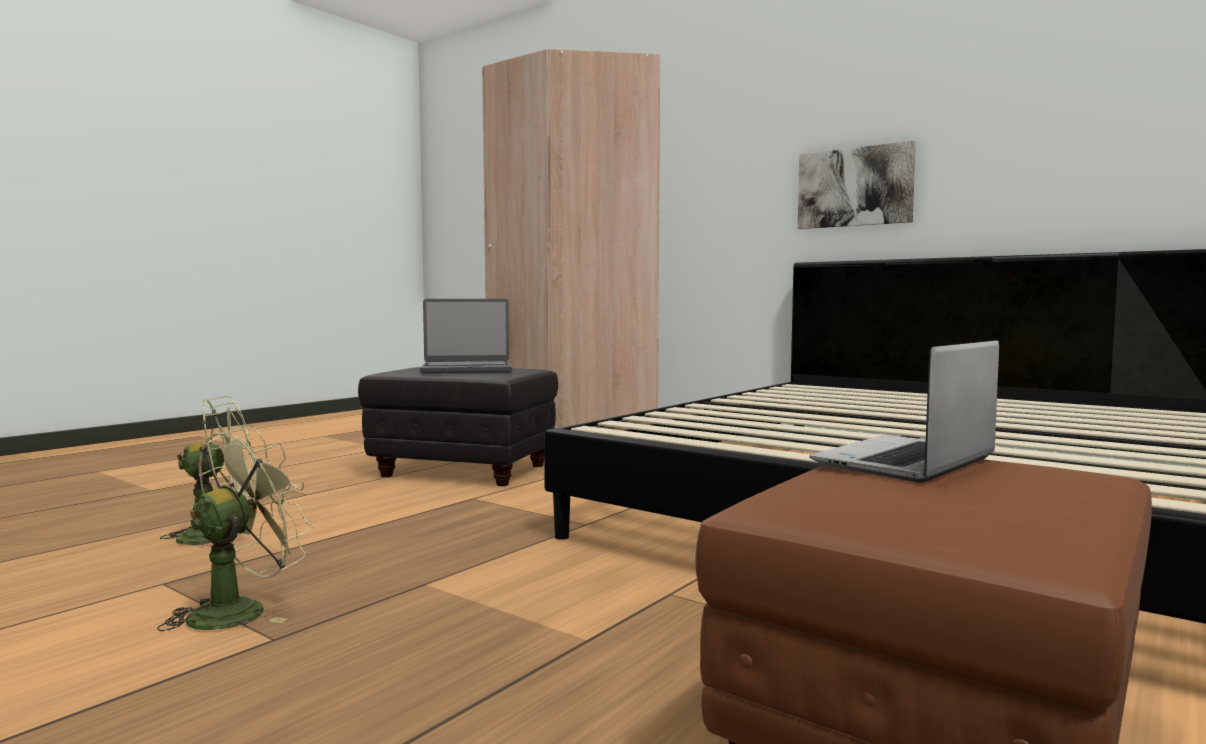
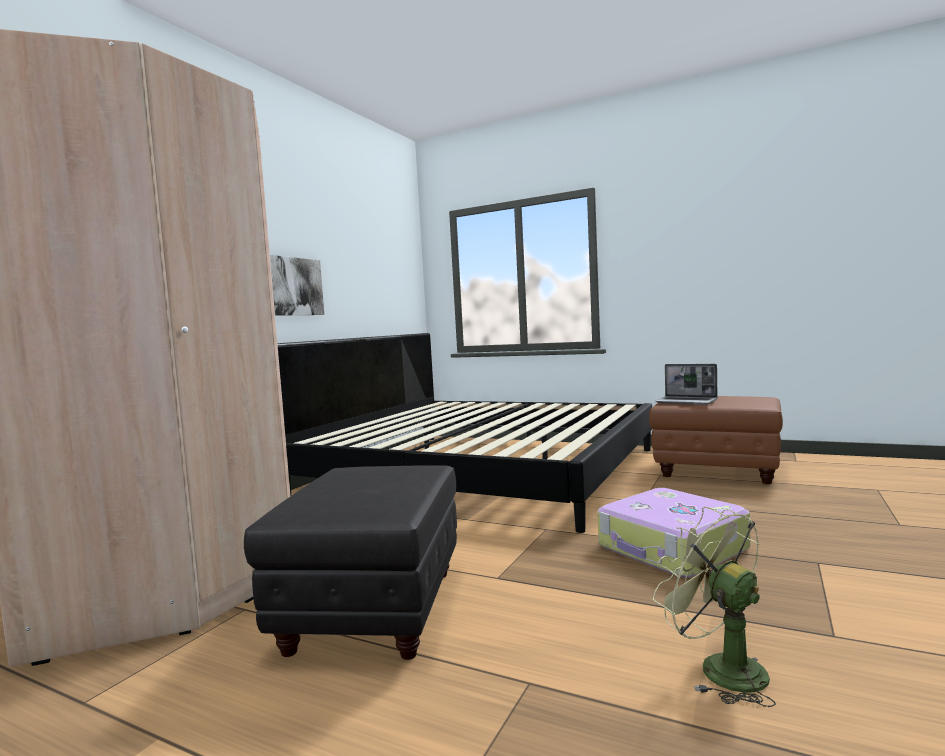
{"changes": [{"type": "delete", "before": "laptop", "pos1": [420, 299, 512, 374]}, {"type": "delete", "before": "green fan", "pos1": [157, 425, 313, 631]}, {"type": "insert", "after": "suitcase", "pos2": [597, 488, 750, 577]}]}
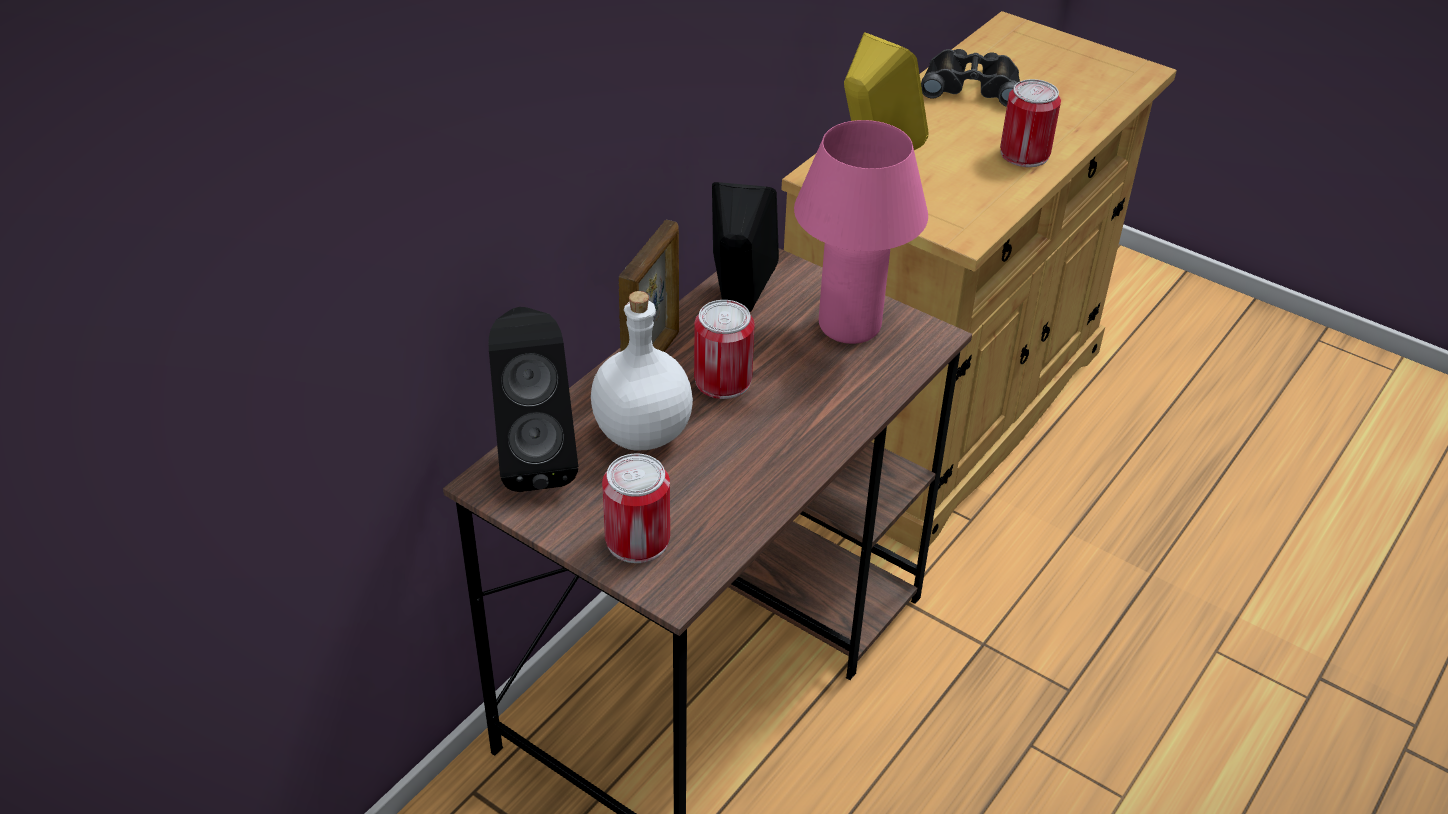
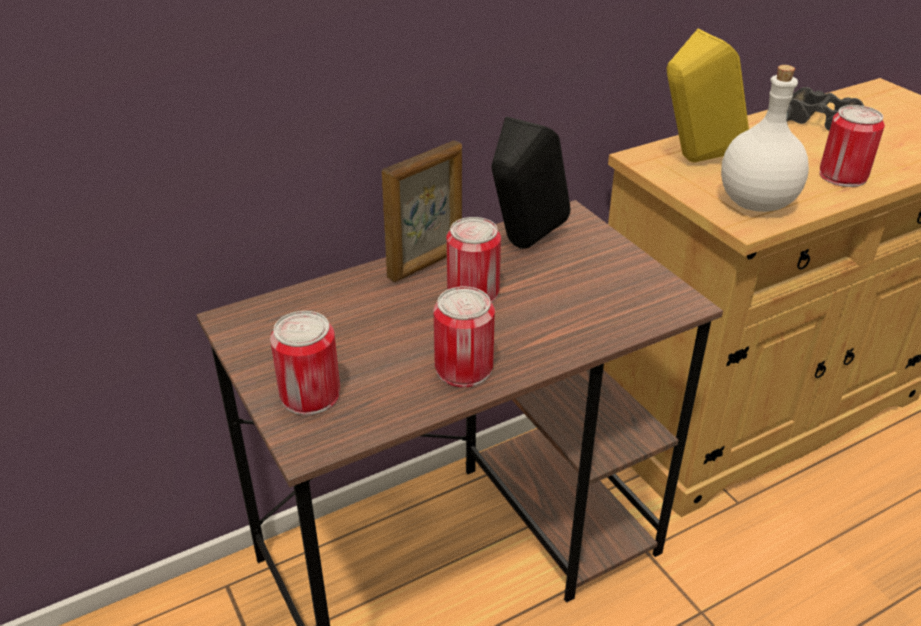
{"changes": [{"type": "delete", "before": "pink table lamp", "pos1": [794, 120, 928, 344]}, {"type": "move", "before": "white bottle", "pos1": [591, 291, 693, 451], "pos2": [721, 65, 809, 212]}, {"type": "delete", "before": "black speaker", "pos1": [489, 307, 578, 492]}, {"type": "insert", "after": "can", "pos2": [433, 286, 495, 387]}]}
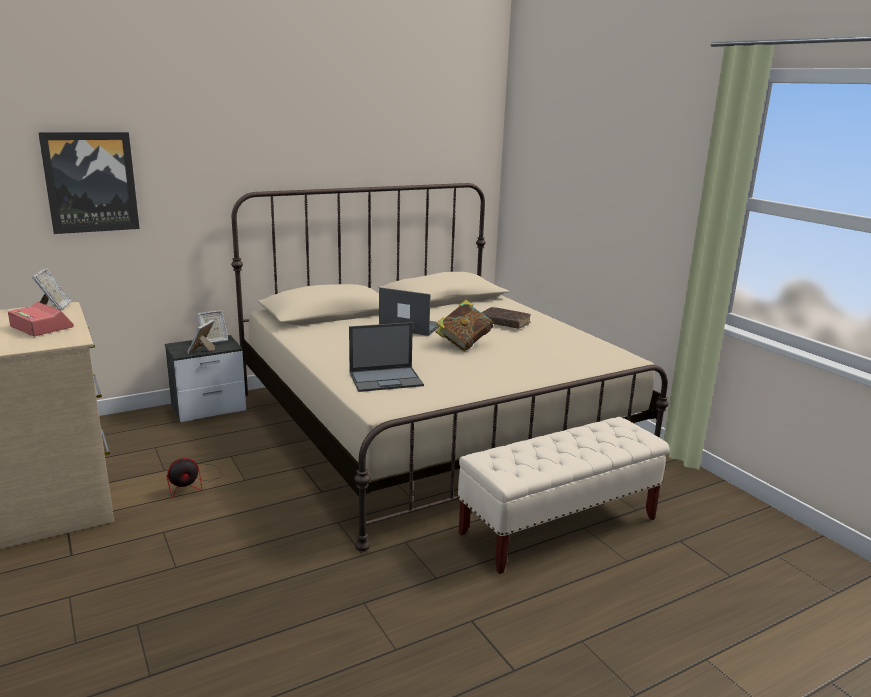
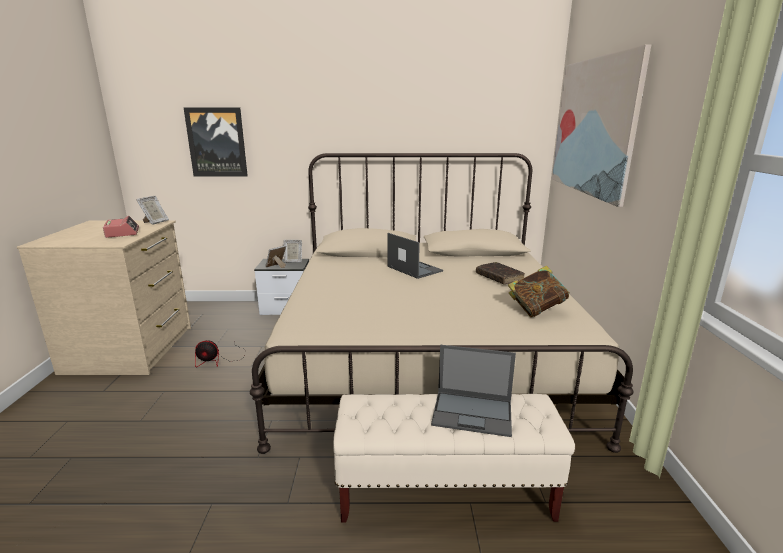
{"changes": [{"type": "move", "before": "book", "pos1": [436, 300, 493, 351], "pos2": [508, 266, 570, 317]}, {"type": "move", "before": "laptop", "pos1": [349, 322, 424, 392], "pos2": [431, 345, 516, 437]}, {"type": "insert", "after": "picture", "pos2": [552, 44, 651, 207]}]}
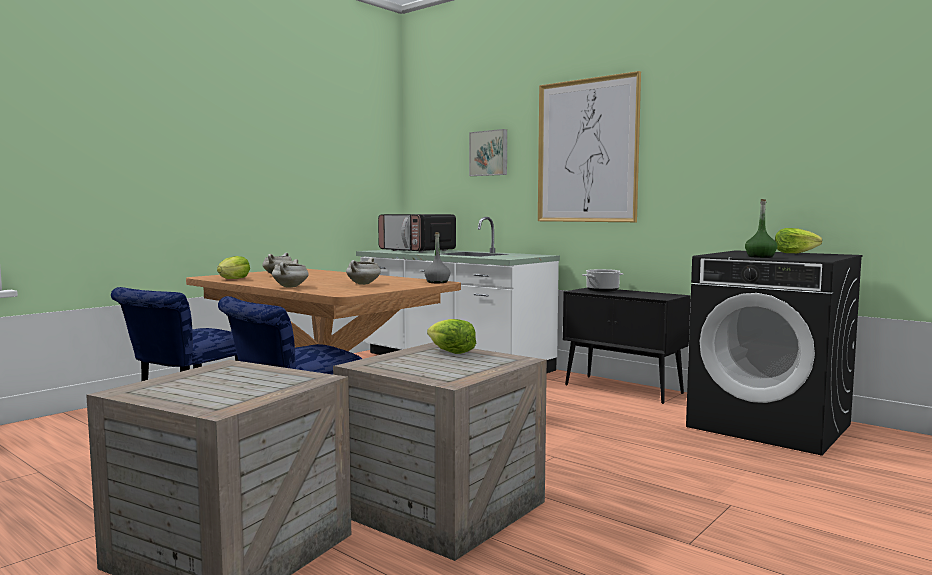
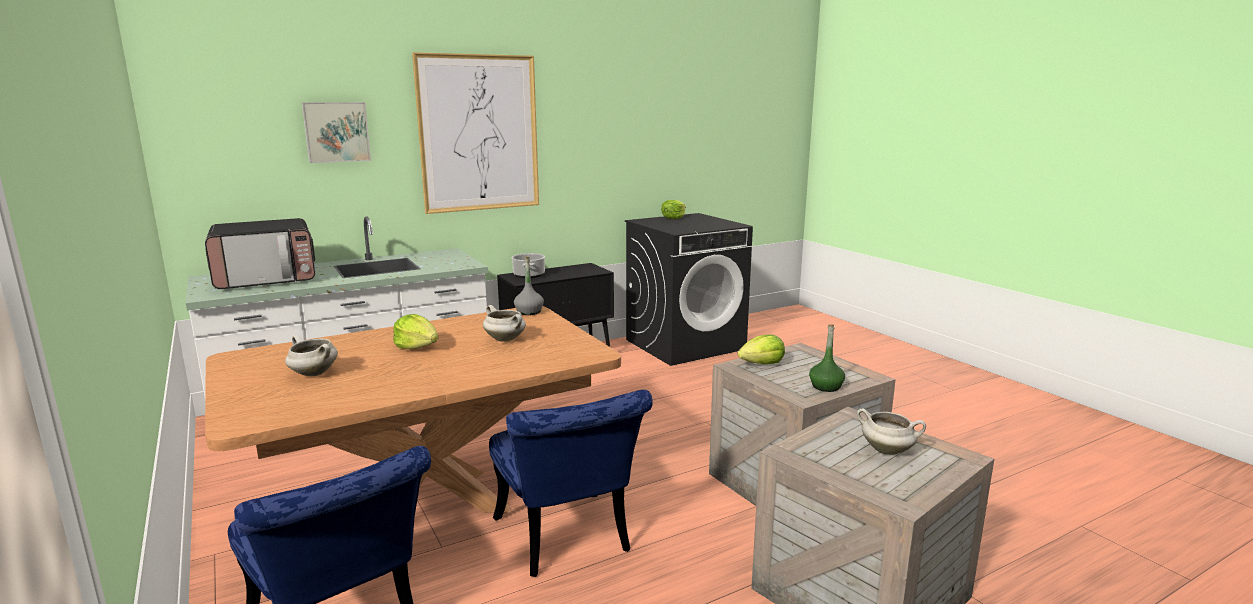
{"changes": [{"type": "move", "before": "green bottle", "pos1": [745, 199, 778, 258], "pos2": [809, 324, 845, 392]}, {"type": "move", "before": "lettuce", "pos1": [217, 256, 250, 279], "pos2": [393, 314, 438, 349]}, {"type": "move", "before": "white cooking pot", "pos1": [272, 259, 309, 288], "pos2": [857, 408, 926, 455]}]}
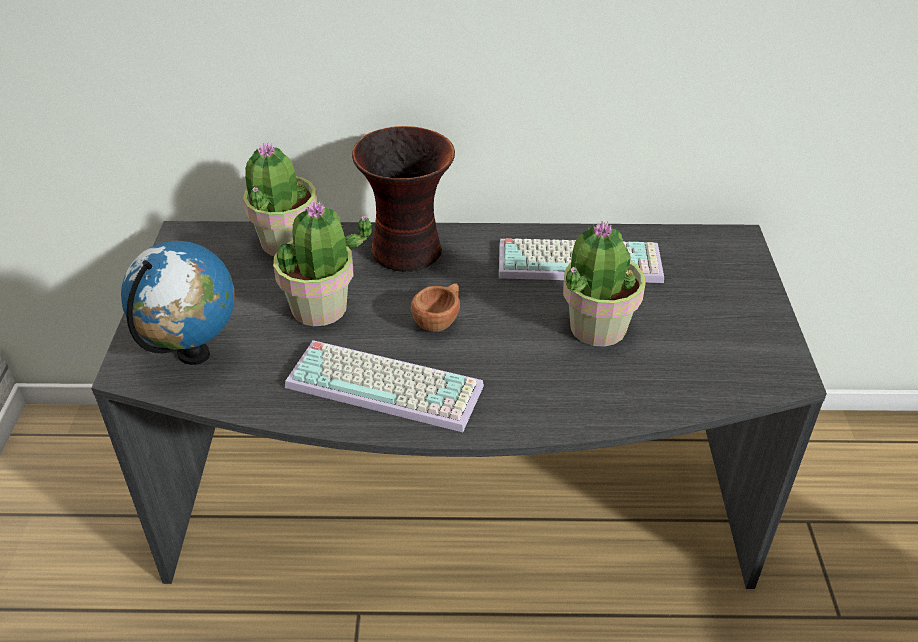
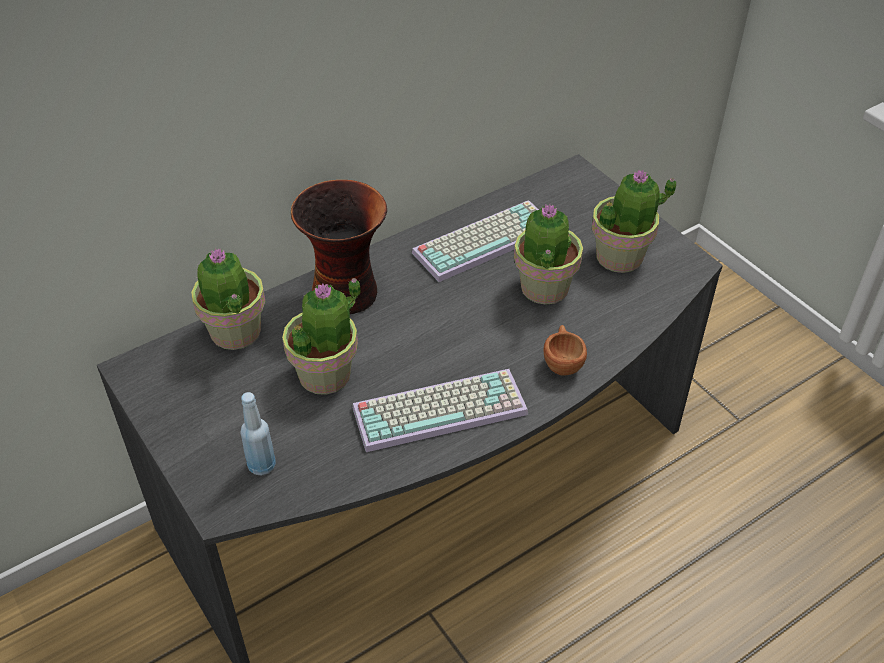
{"changes": [{"type": "replace", "before": "globe", "after": "blue bottle", "pos1": [121, 241, 235, 365], "pos2": [240, 392, 276, 475]}, {"type": "move", "before": "brown cup", "pos1": [411, 284, 460, 332], "pos2": [543, 325, 587, 376]}, {"type": "insert", "after": "potted plant", "pos2": [591, 169, 676, 273]}]}
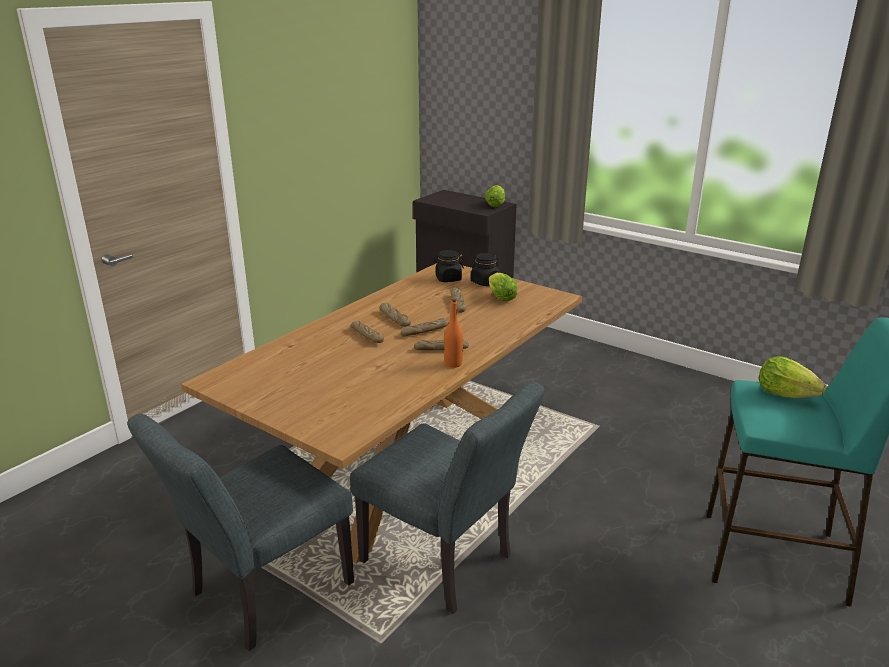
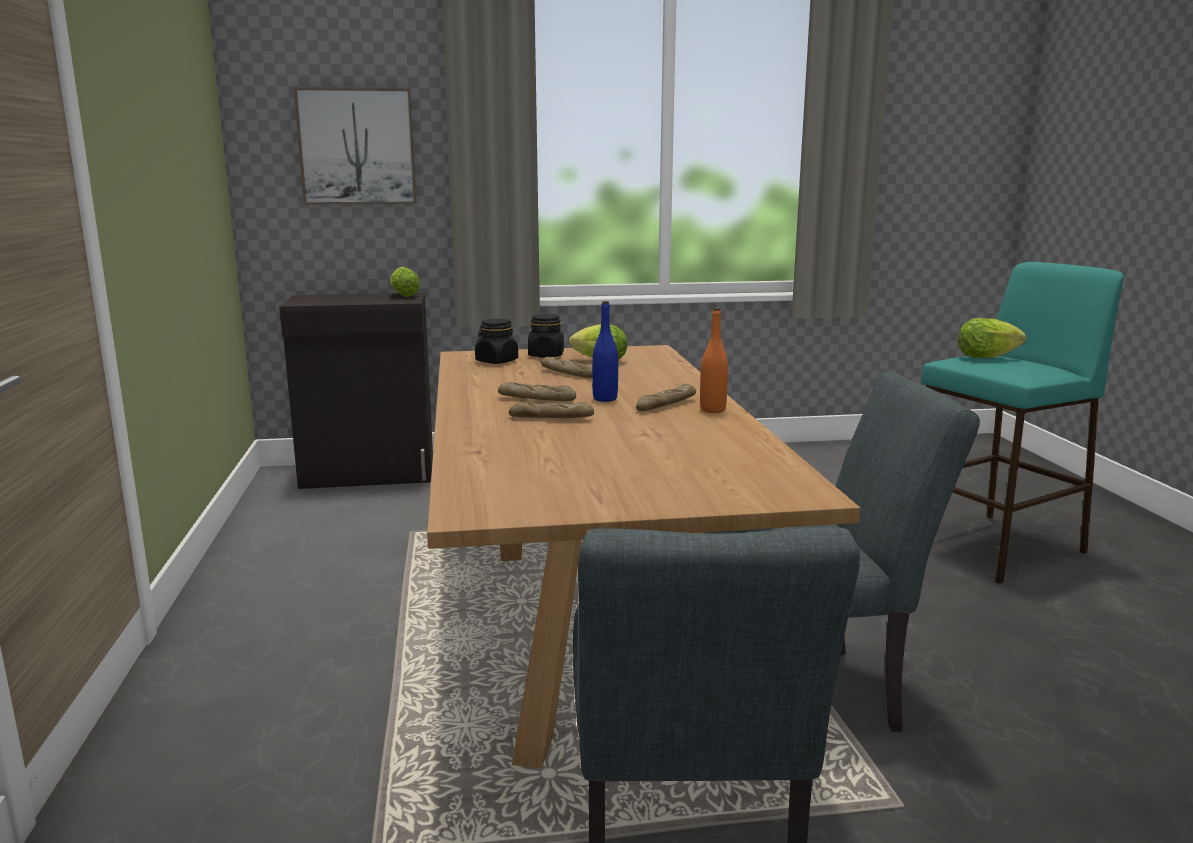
{"changes": [{"type": "replace", "before": "bread", "after": "blue bottle", "pos1": [401, 318, 449, 337], "pos2": [592, 301, 618, 402]}, {"type": "insert", "after": "picture", "pos2": [294, 87, 417, 205]}]}
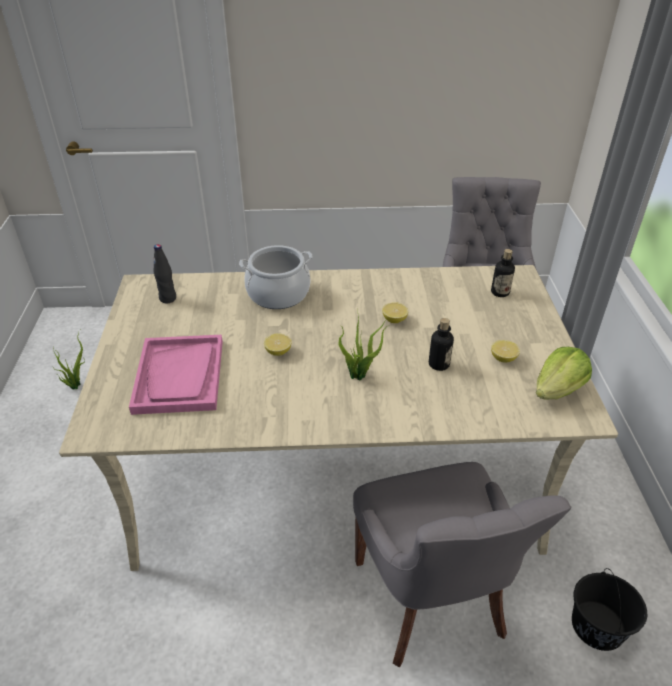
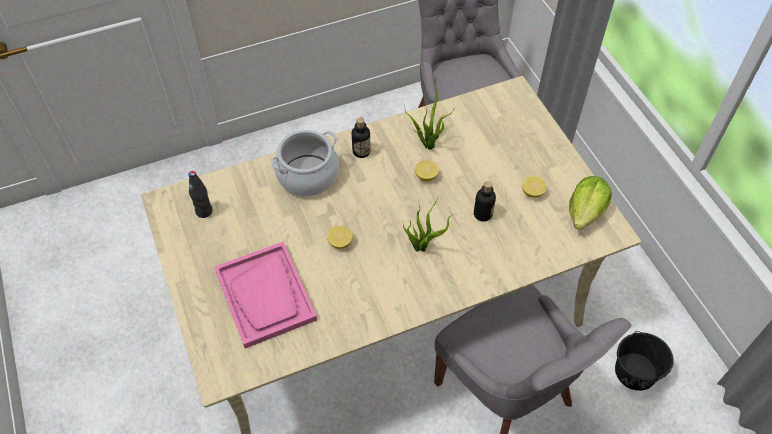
{"changes": [{"type": "move", "before": "bottle", "pos1": [491, 249, 515, 297], "pos2": [352, 117, 371, 158]}, {"type": "move", "before": "potted plant", "pos1": [53, 328, 85, 389], "pos2": [405, 74, 453, 150]}]}
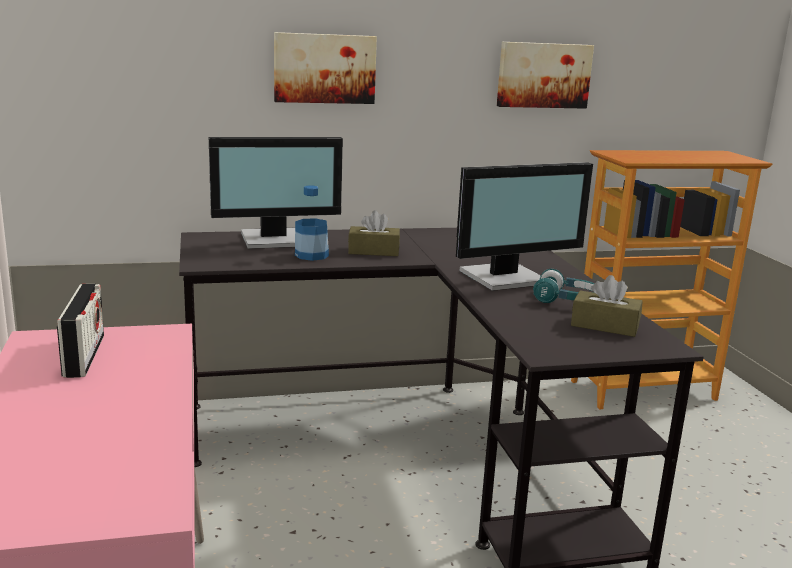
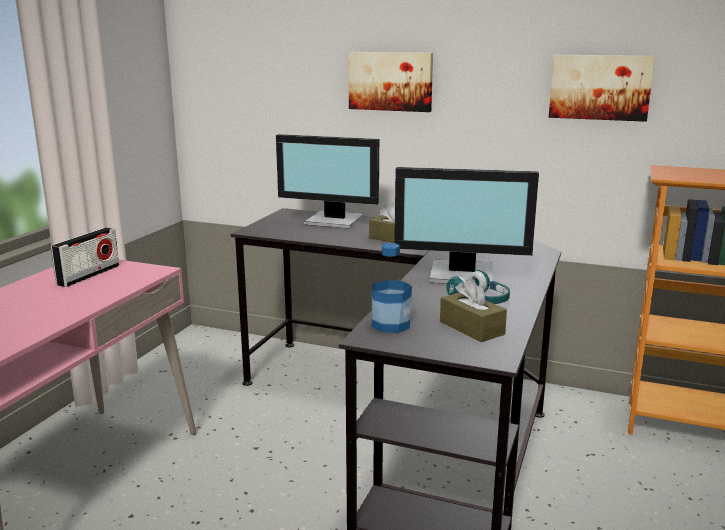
{"changes": [{"type": "move", "before": "bottle", "pos1": [295, 186, 329, 261], "pos2": [372, 243, 412, 333]}]}
